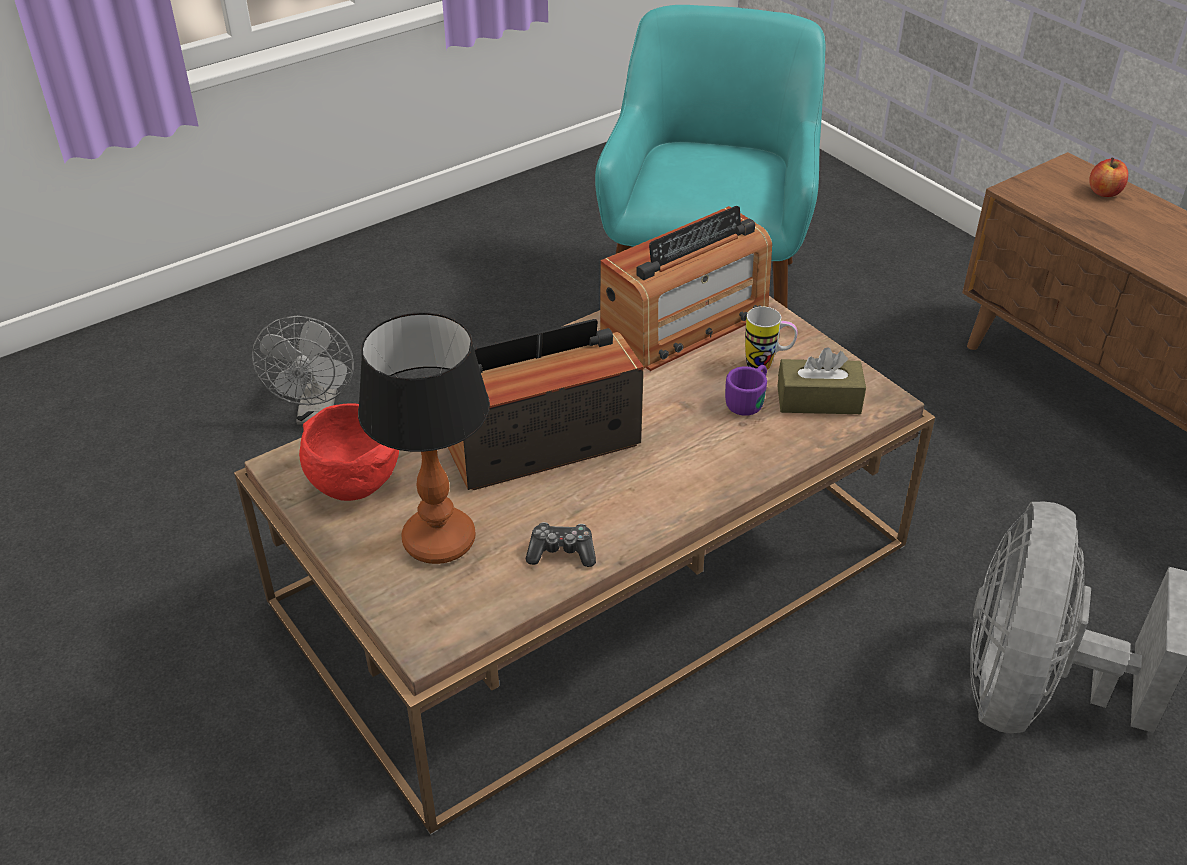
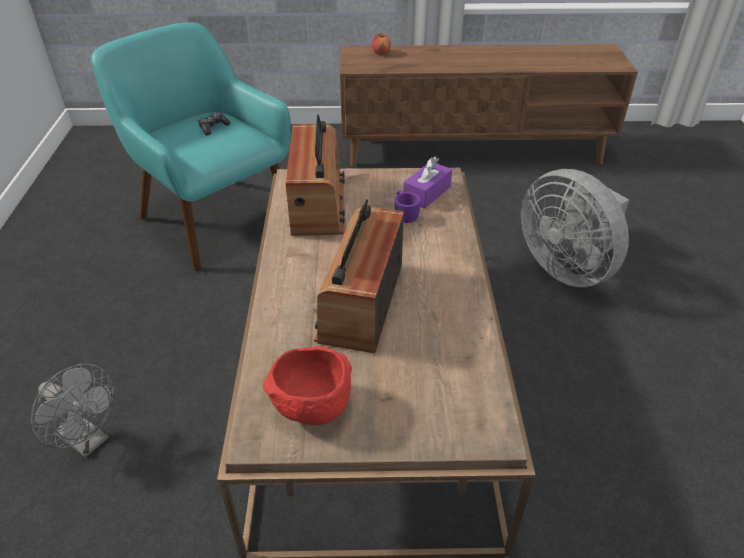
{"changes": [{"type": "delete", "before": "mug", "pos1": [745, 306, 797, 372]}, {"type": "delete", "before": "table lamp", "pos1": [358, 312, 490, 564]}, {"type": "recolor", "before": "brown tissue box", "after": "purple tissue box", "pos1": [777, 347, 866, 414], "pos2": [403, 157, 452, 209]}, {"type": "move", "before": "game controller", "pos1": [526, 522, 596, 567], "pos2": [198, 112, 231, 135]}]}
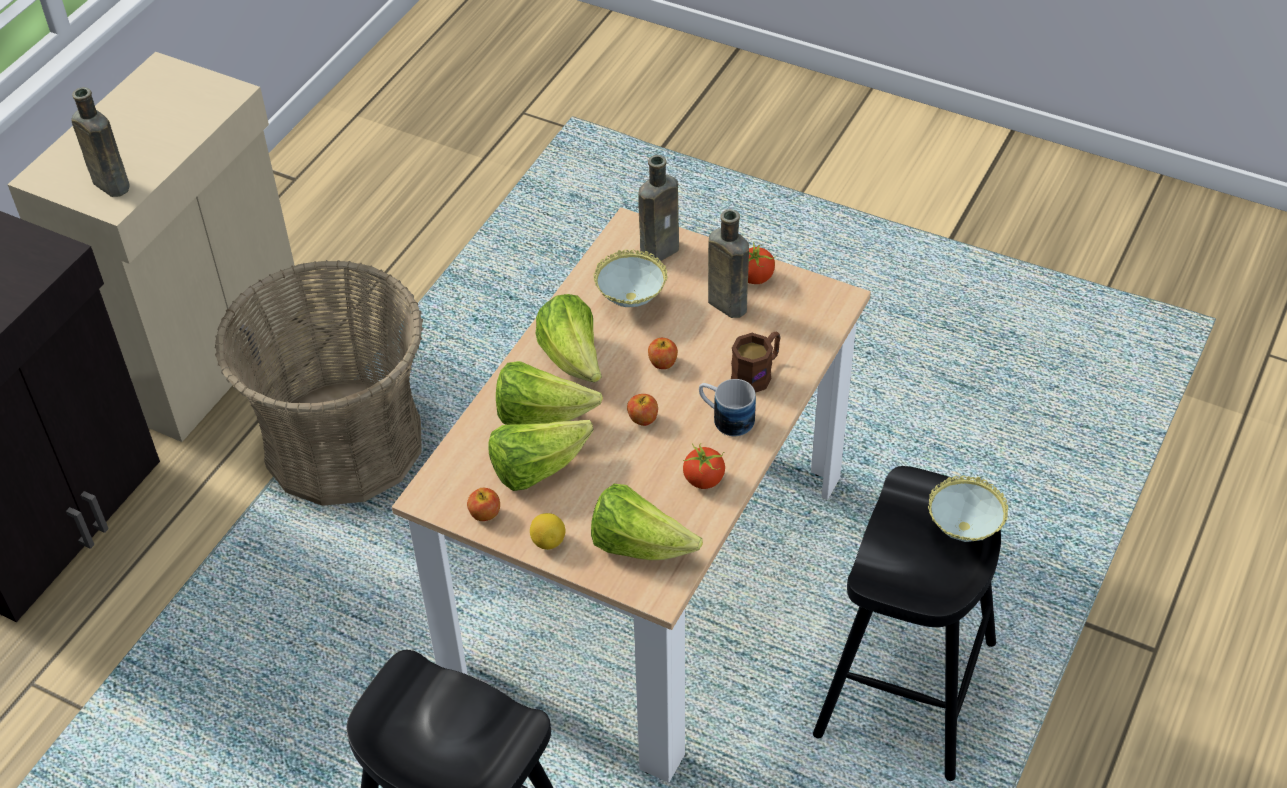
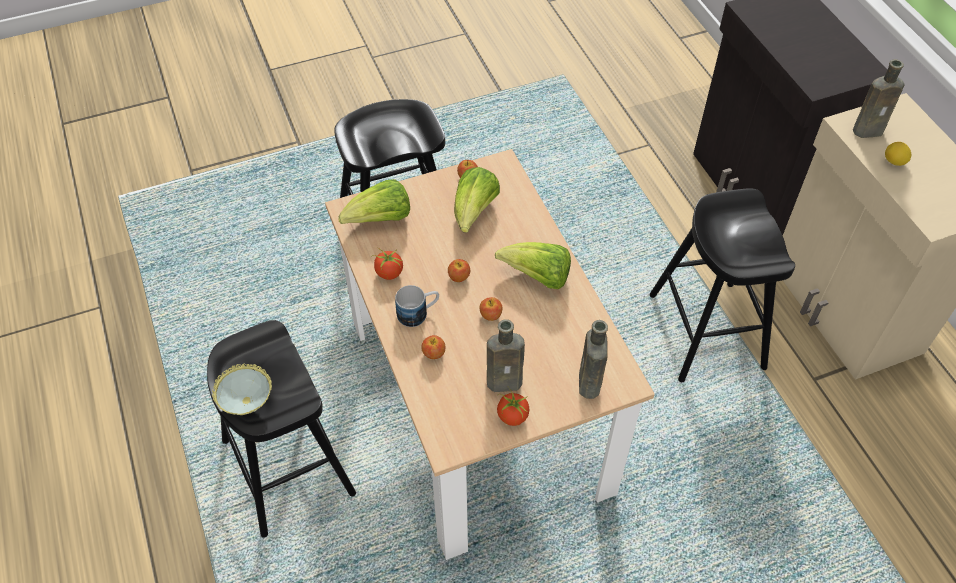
{"changes": [{"type": "delete", "before": "bowl", "pos1": [593, 249, 668, 307]}, {"type": "replace", "before": "basket", "after": "black stool", "pos1": [215, 260, 423, 506], "pos2": [649, 188, 795, 382]}, {"type": "replace", "before": "brown mug", "after": "apple", "pos1": [731, 332, 780, 393], "pos2": [421, 335, 445, 359]}, {"type": "delete", "before": "lettuce", "pos1": [496, 361, 603, 425]}, {"type": "move", "before": "lemon", "pos1": [530, 513, 565, 550], "pos2": [885, 142, 911, 166]}]}
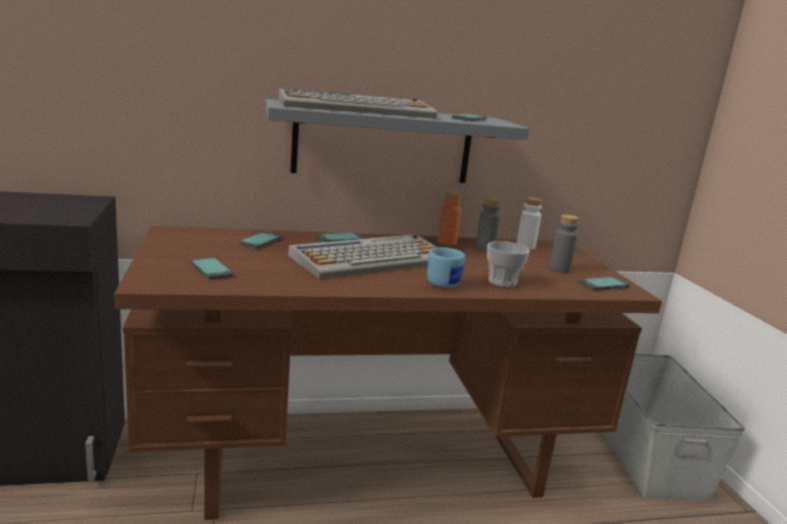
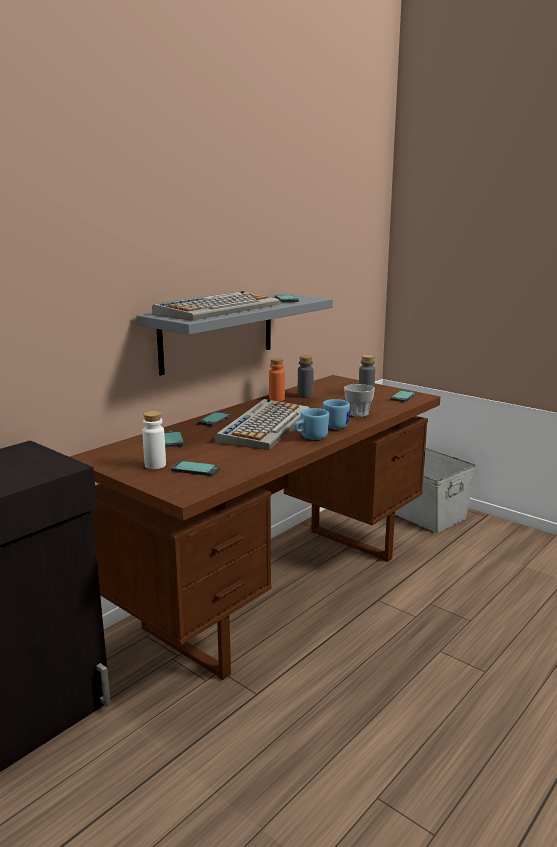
{"changes": [{"type": "move", "before": "white bottle", "pos1": [517, 197, 542, 250], "pos2": [142, 411, 166, 469]}, {"type": "insert", "after": "blue mug", "pos2": [293, 408, 329, 440]}]}
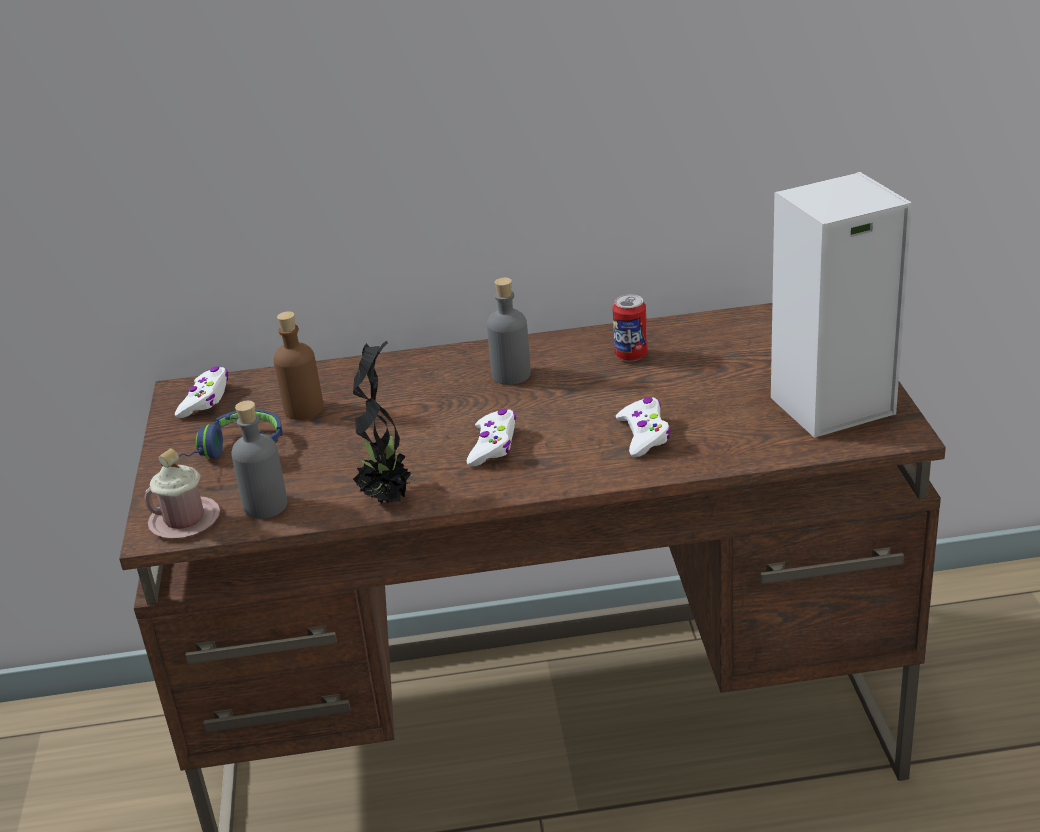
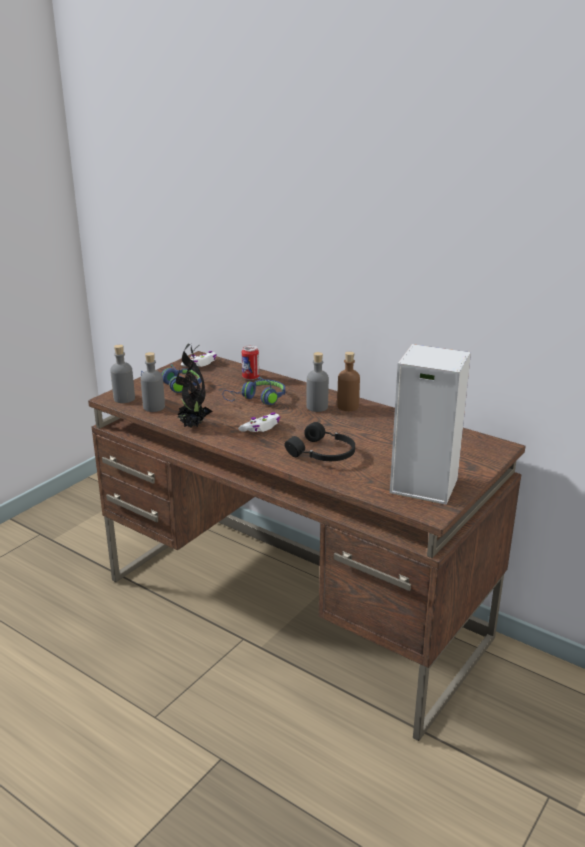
{"changes": [{"type": "move", "before": "can", "pos1": [613, 294, 648, 362], "pos2": [242, 345, 259, 380]}, {"type": "move", "before": "brown bottle", "pos1": [274, 311, 324, 420], "pos2": [337, 351, 360, 411]}, {"type": "replace", "before": "white game controller", "after": "black headphones", "pos1": [616, 397, 671, 457], "pos2": [284, 422, 355, 461]}, {"type": "replace", "before": "pink mug", "after": "grey bottle", "pos1": [144, 449, 220, 539], "pos2": [110, 345, 135, 403]}, {"type": "insert", "after": "blue headphones", "pos2": [223, 377, 285, 405]}]}
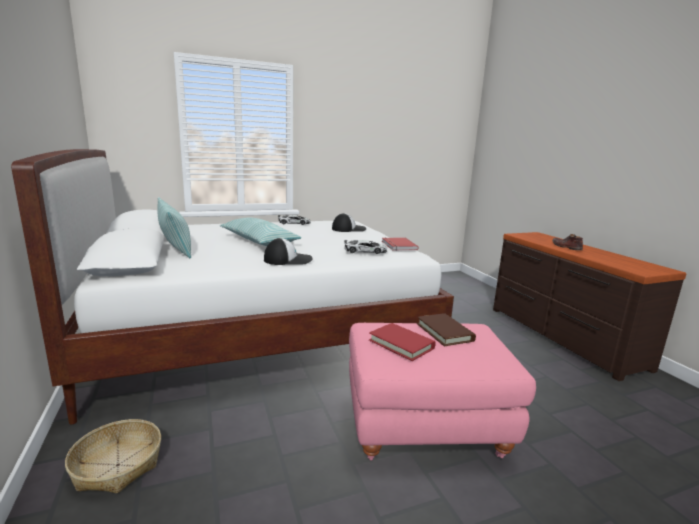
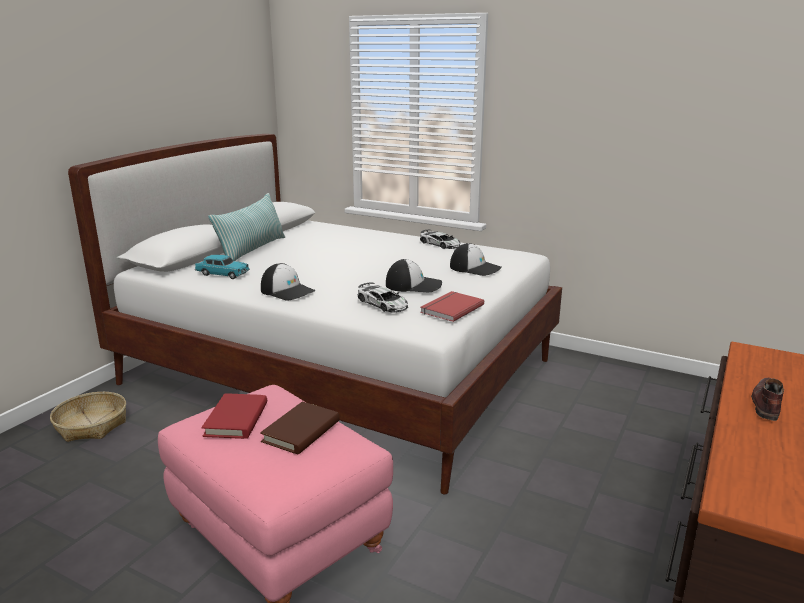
{"changes": [{"type": "delete", "before": "pillow", "pos1": [220, 217, 302, 246]}, {"type": "insert", "after": "turquoise toy car", "pos2": [195, 255, 250, 279]}, {"type": "insert", "after": "cap", "pos2": [386, 259, 442, 292]}]}
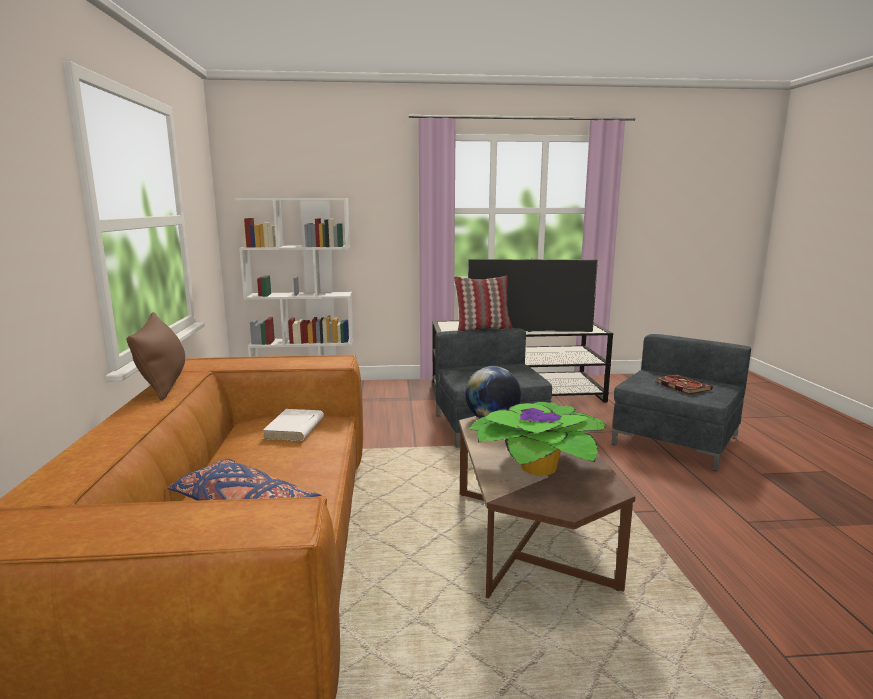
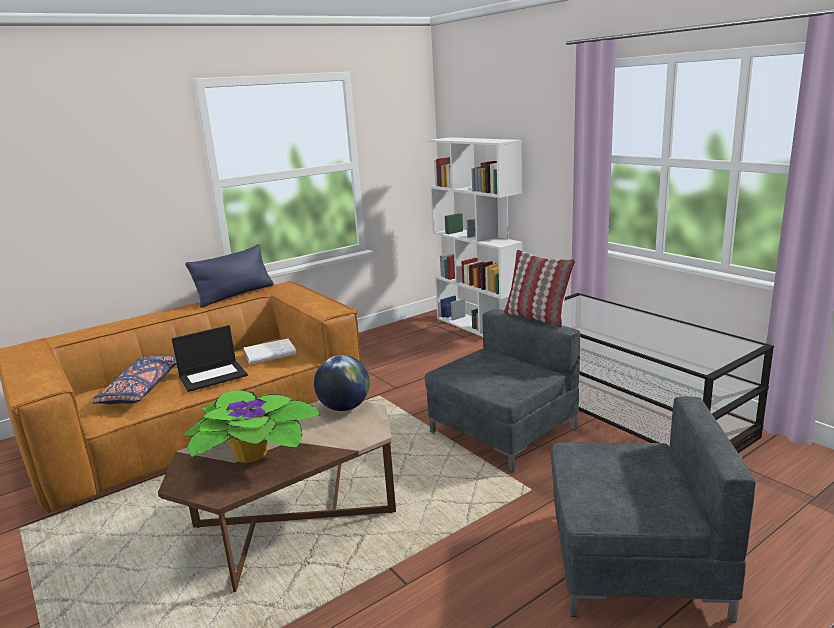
{"changes": [{"type": "delete", "before": "television", "pos1": [468, 258, 598, 332]}, {"type": "recolor", "before": "brown pillow", "after": "blue pillow", "pos1": [127, 312, 185, 401], "pos2": [186, 244, 274, 308]}, {"type": "delete", "before": "book", "pos1": [656, 374, 713, 394]}, {"type": "insert", "after": "laptop", "pos2": [172, 325, 248, 392]}]}
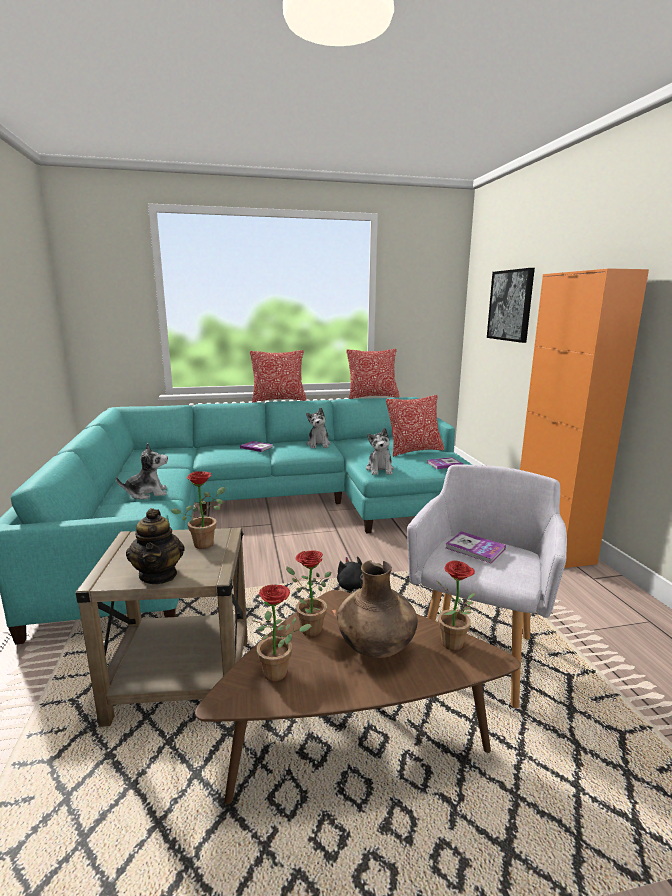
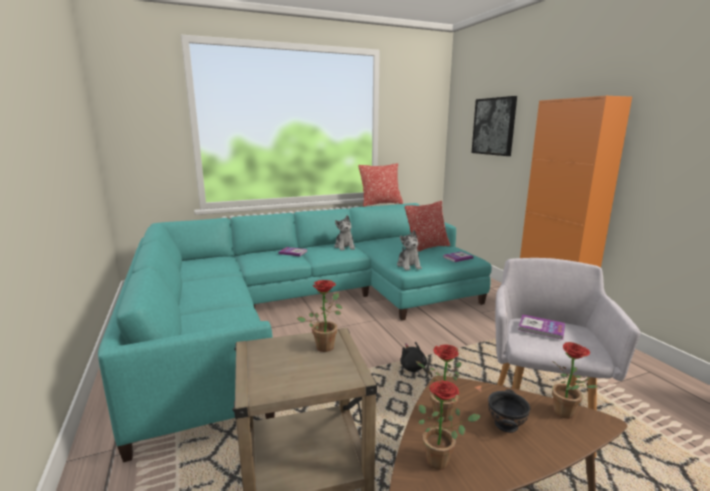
{"changes": [{"type": "delete", "before": "pillow", "pos1": [250, 350, 306, 402]}, {"type": "delete", "before": "plush toy", "pos1": [116, 443, 168, 499]}, {"type": "delete", "before": "teapot", "pos1": [126, 508, 185, 584]}, {"type": "replace", "before": "brown vase", "after": "black bowl", "pos1": [337, 560, 418, 658], "pos2": [488, 390, 530, 433]}]}
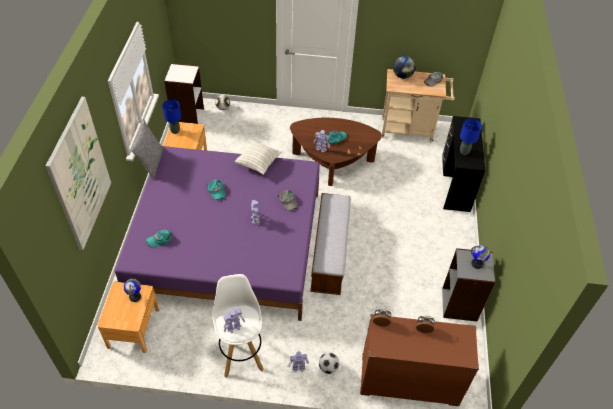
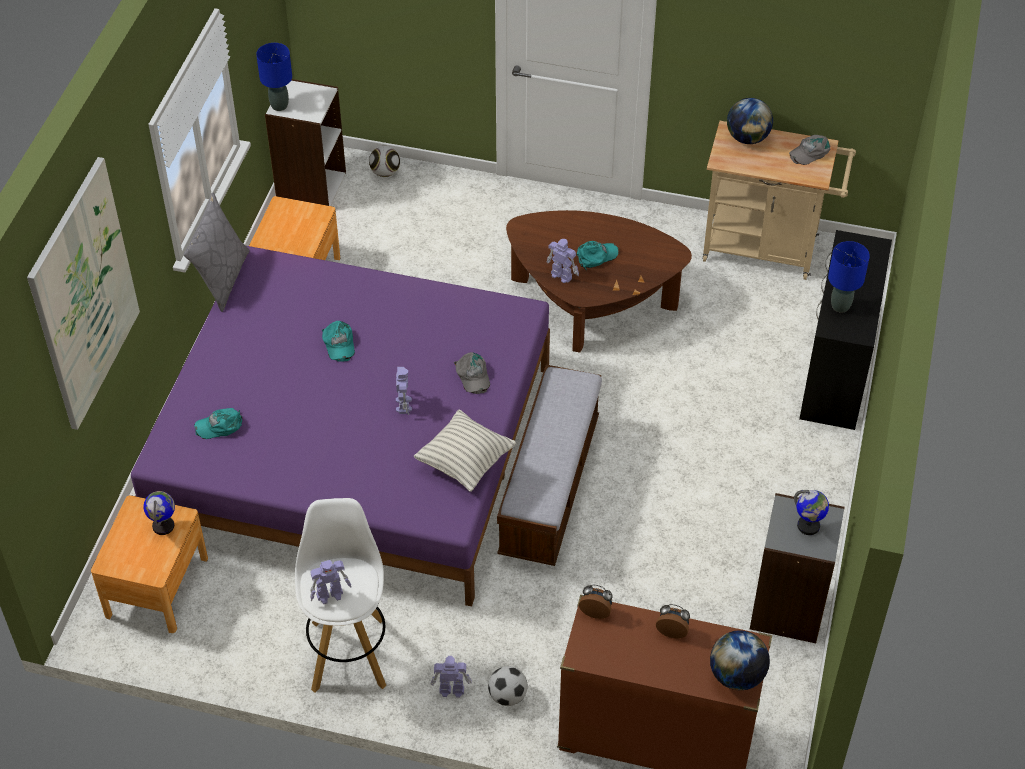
{"changes": [{"type": "move", "before": "blue table lamp", "pos1": [162, 99, 181, 134], "pos2": [256, 43, 292, 111]}, {"type": "move", "before": "pillow", "pos1": [234, 140, 282, 175], "pos2": [414, 410, 516, 492]}, {"type": "insert", "after": "globe", "pos2": [710, 630, 770, 690]}]}
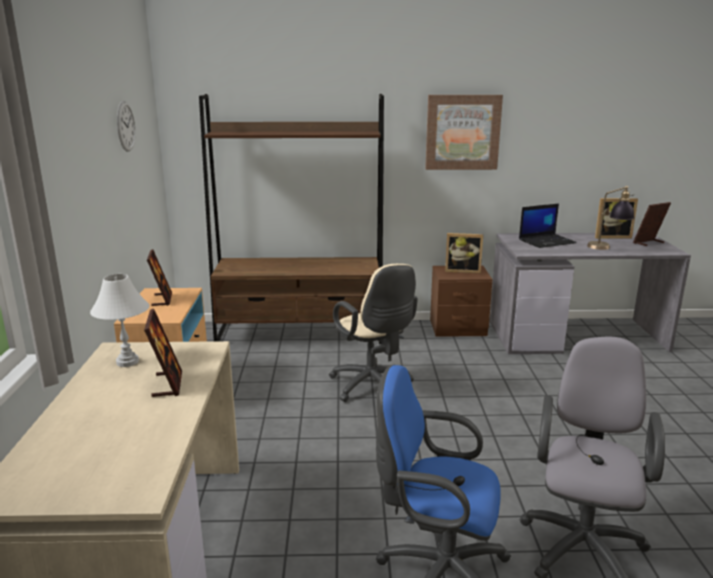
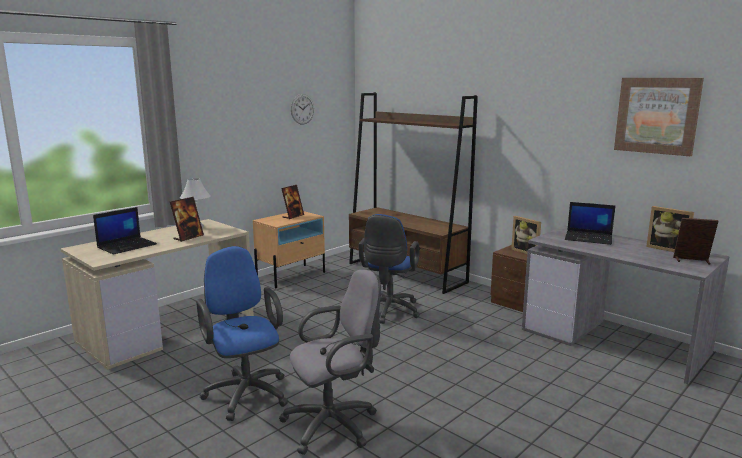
{"changes": [{"type": "move", "before": "picture", "pos1": [425, 95, 503, 170], "pos2": [614, 78, 704, 156]}, {"type": "delete", "before": "table lamp", "pos1": [587, 186, 634, 250]}, {"type": "recolor", "before": "beige office chair", "after": "blue office chair", "pos1": [329, 264, 418, 402], "pos2": [358, 214, 420, 324]}, {"type": "insert", "after": "laptop", "pos2": [93, 207, 157, 255]}]}
